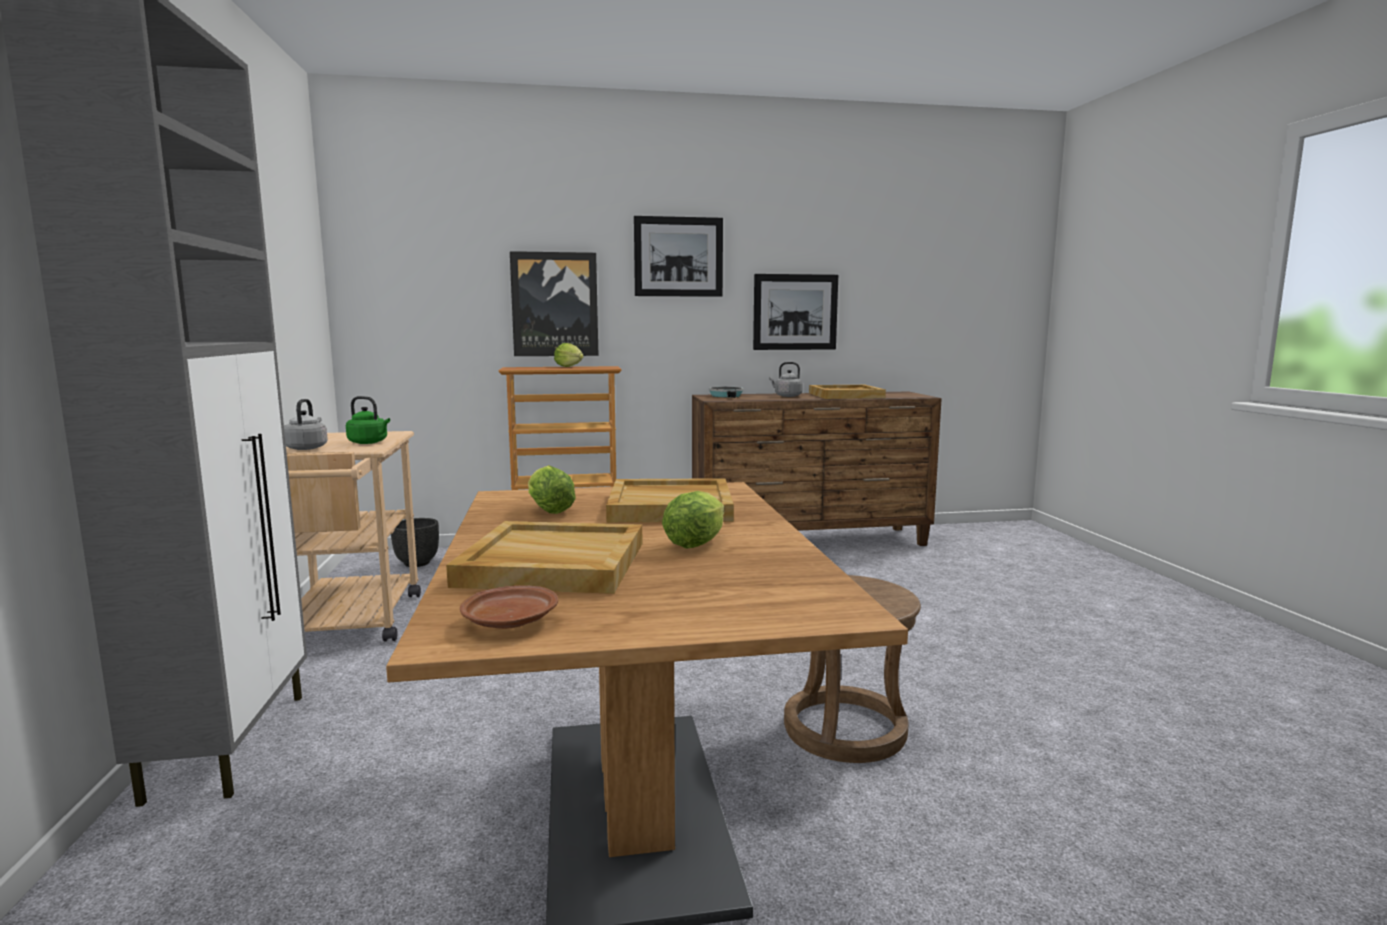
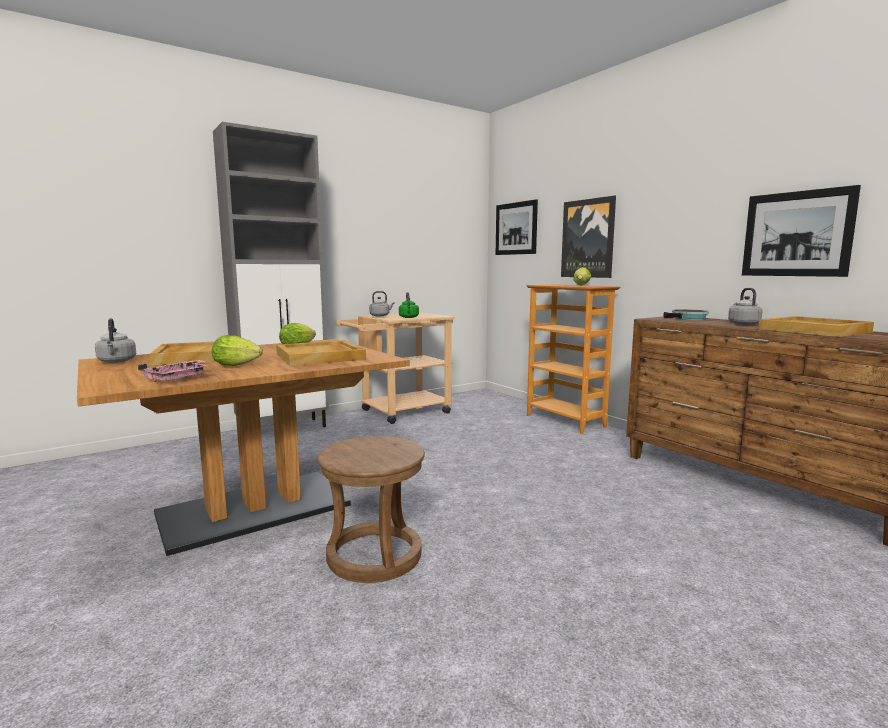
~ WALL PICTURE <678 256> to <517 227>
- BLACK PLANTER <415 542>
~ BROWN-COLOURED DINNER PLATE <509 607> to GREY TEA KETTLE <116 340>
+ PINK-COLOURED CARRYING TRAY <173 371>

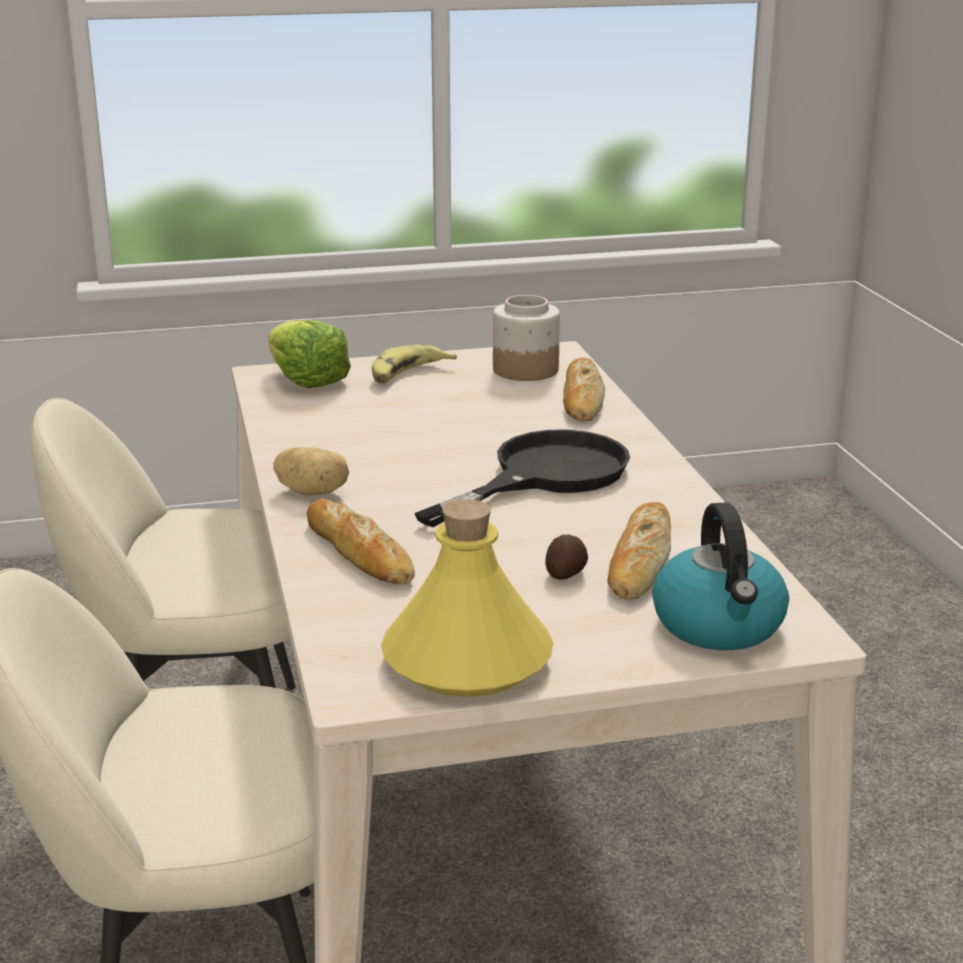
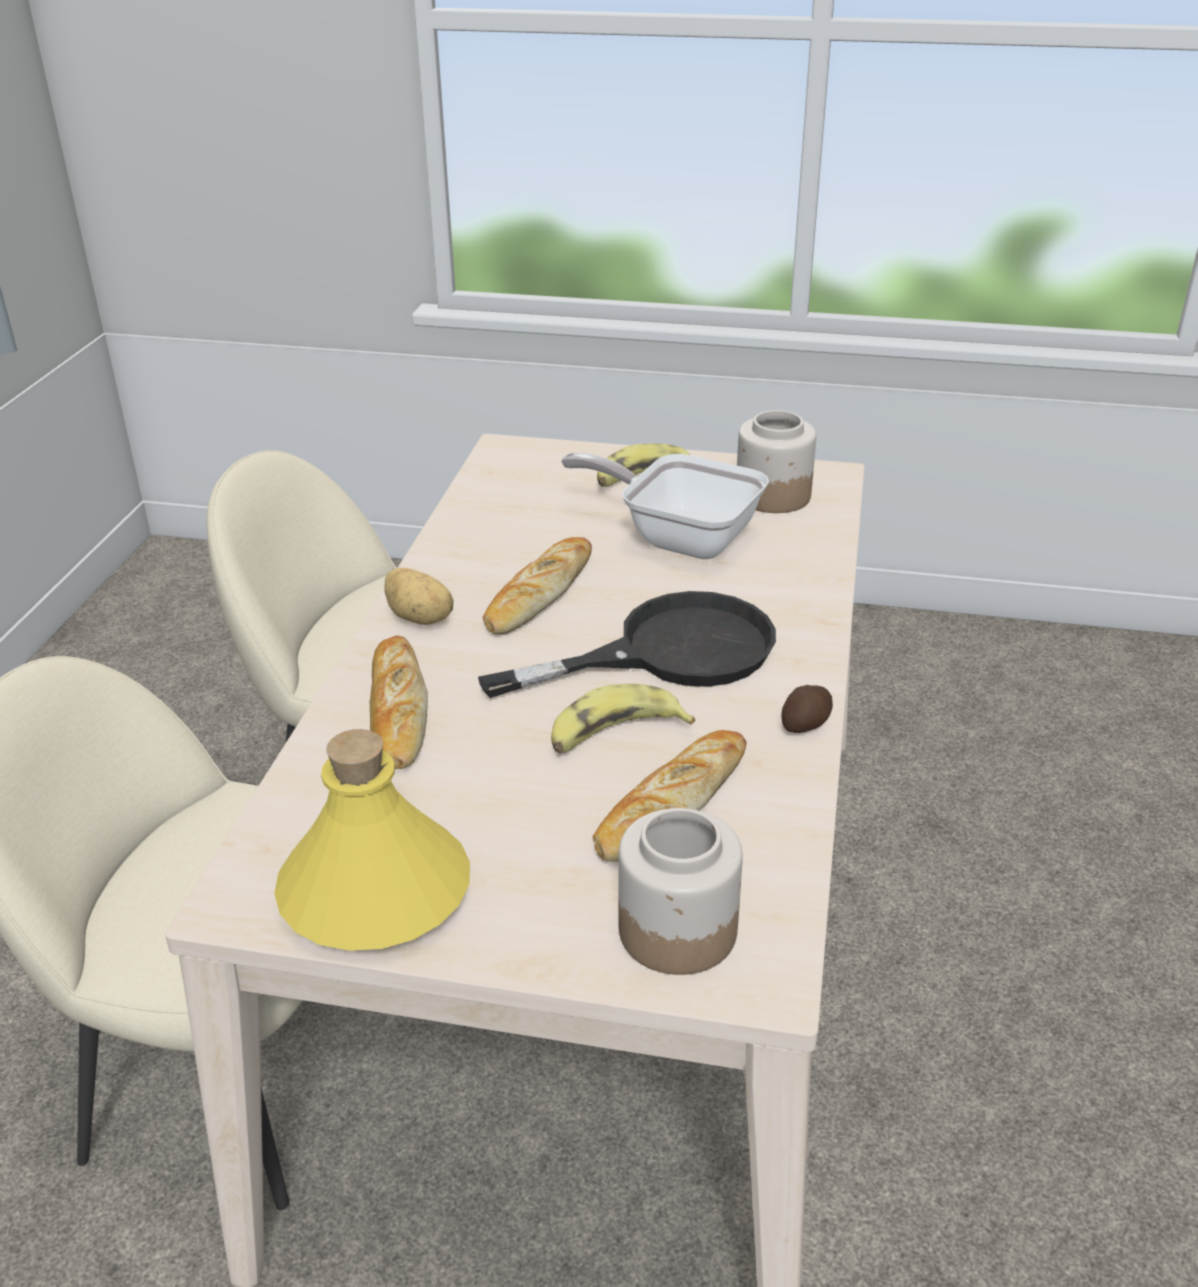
- HEAD OF LETTUCE <309 354>
~ BAKED BREAD <584 390> to <537 585>
~ TEA KETTLE <720 576> to STORAGE JAR <680 891>
~ POTATO <566 557> to <807 709>
+ SKILLET <665 506>
+ BANANA FRUIT <623 718>

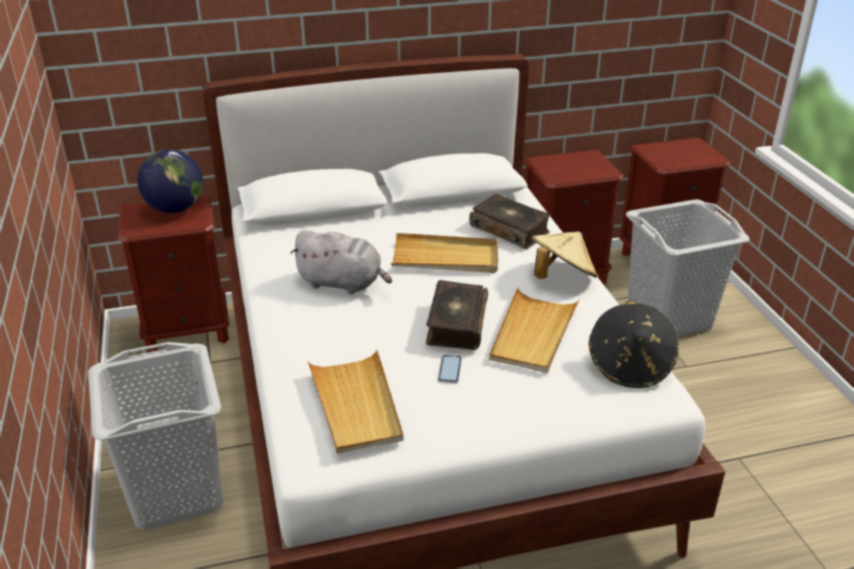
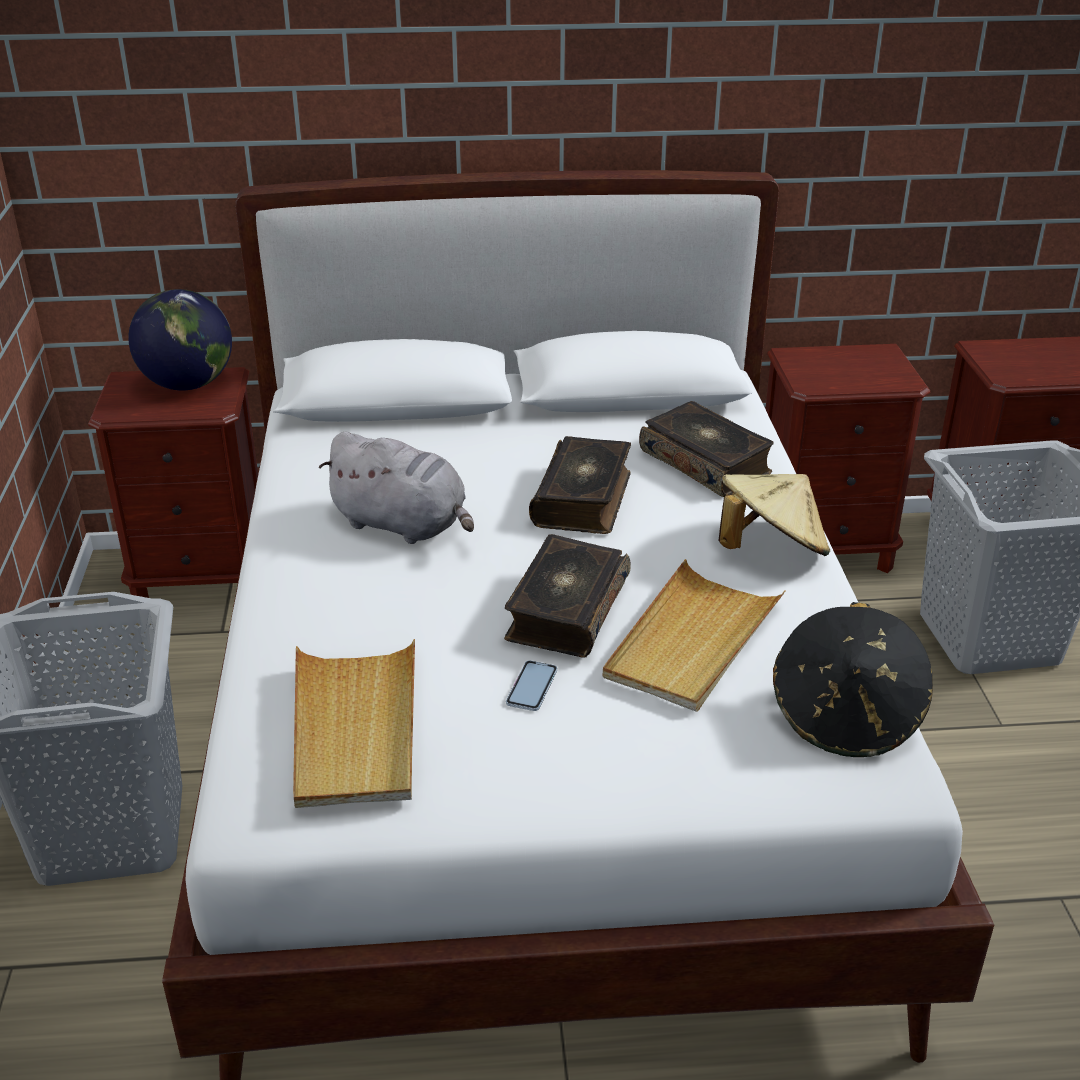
~ SAND-COLOURED CARRYING TRAY <444 253> to BOOK <580 485>

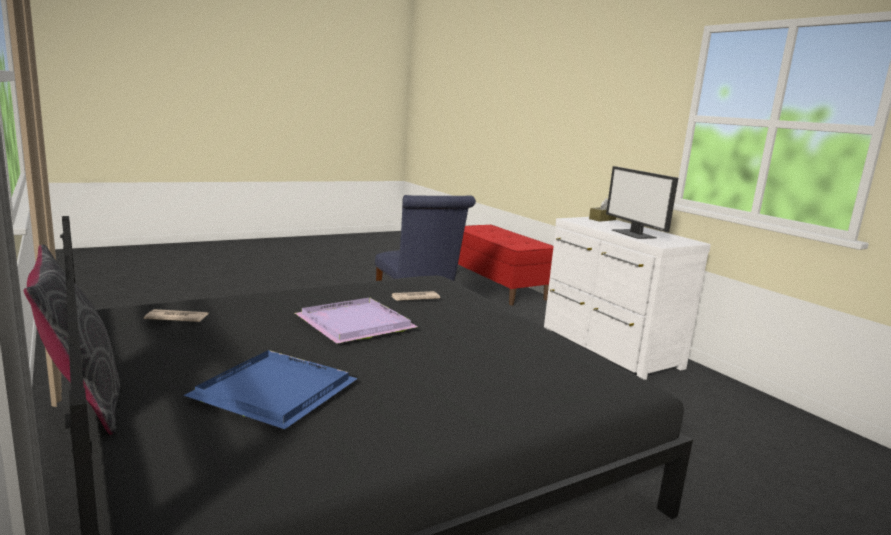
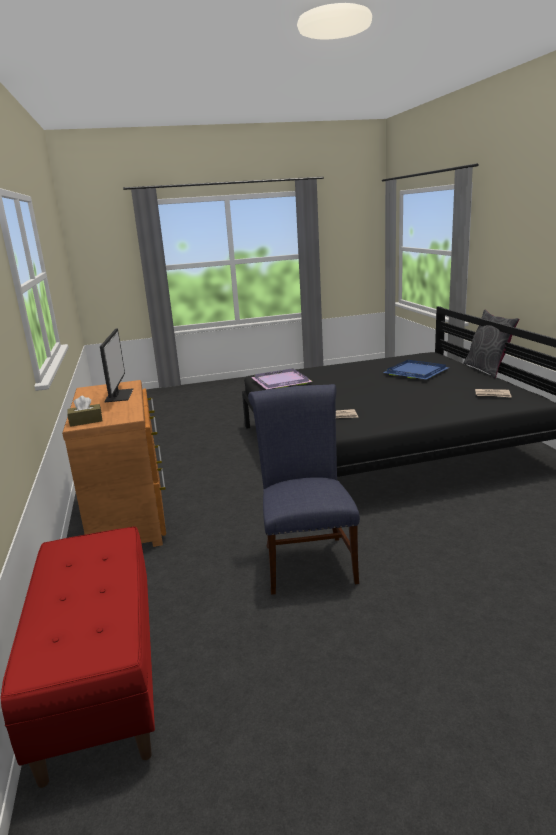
~ WHITE DRESSER <627 298> to BROWN-COLOURED DRESSER <114 463>
~ PURPLE-COLOURED CARRYING TRAY <356 320> to <282 378>

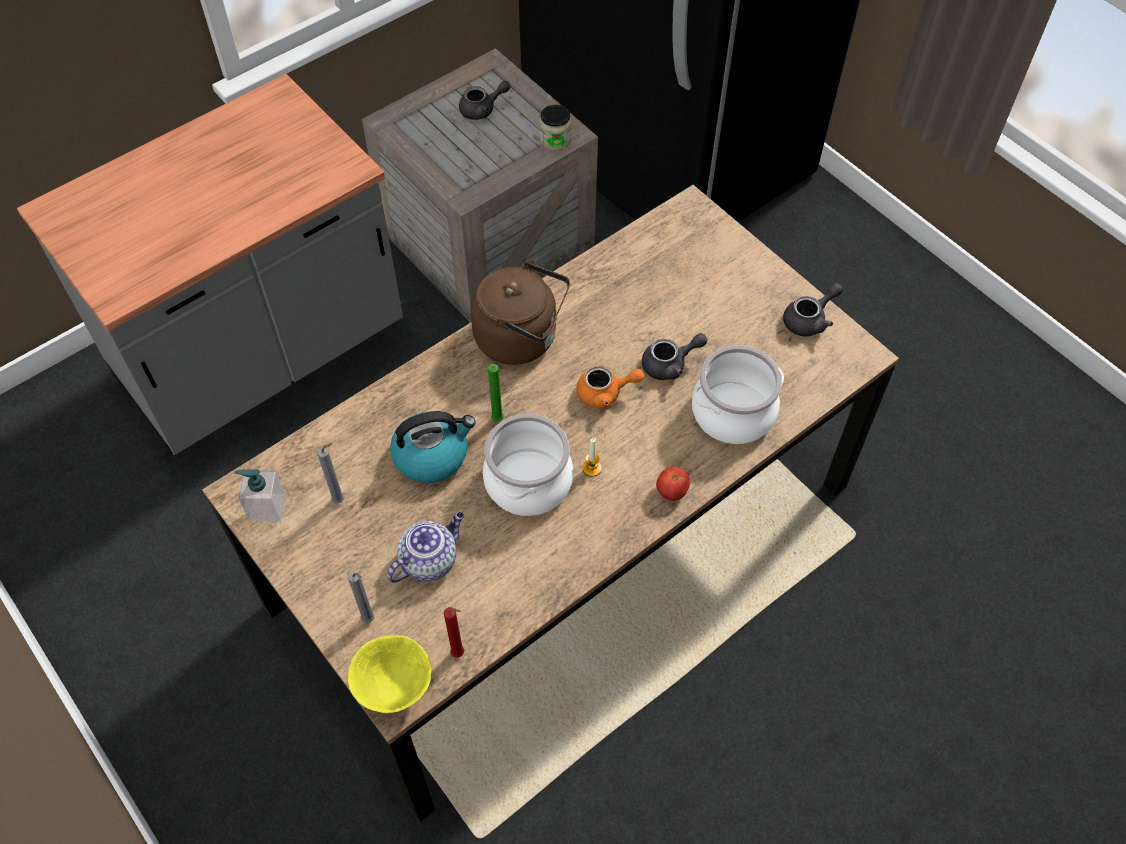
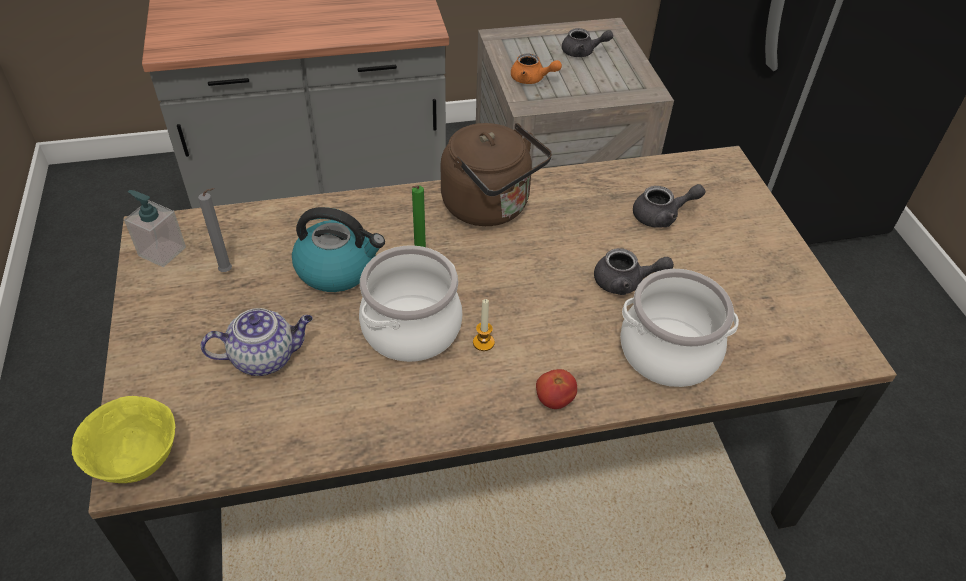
- STORAGE JAR <555 127>
~ GREY TEAPOT <813 309> to <669 206>
~ ORANGEY TEAPOT <610 387> to <536 69>
- GREY WAX CANDLE <361 597>
- REDDISH WAX CANDLE <454 632>

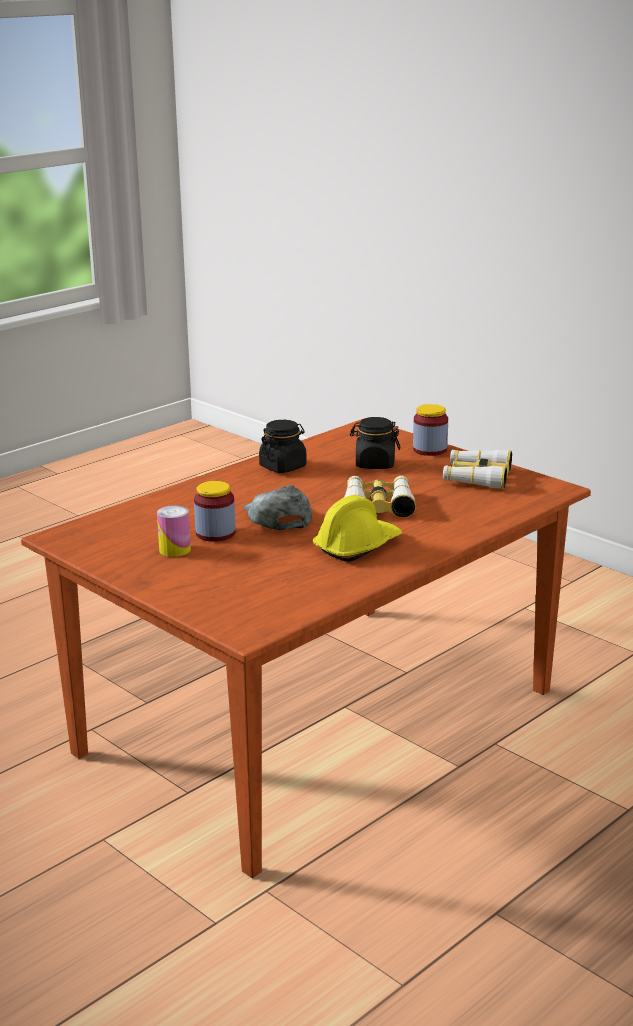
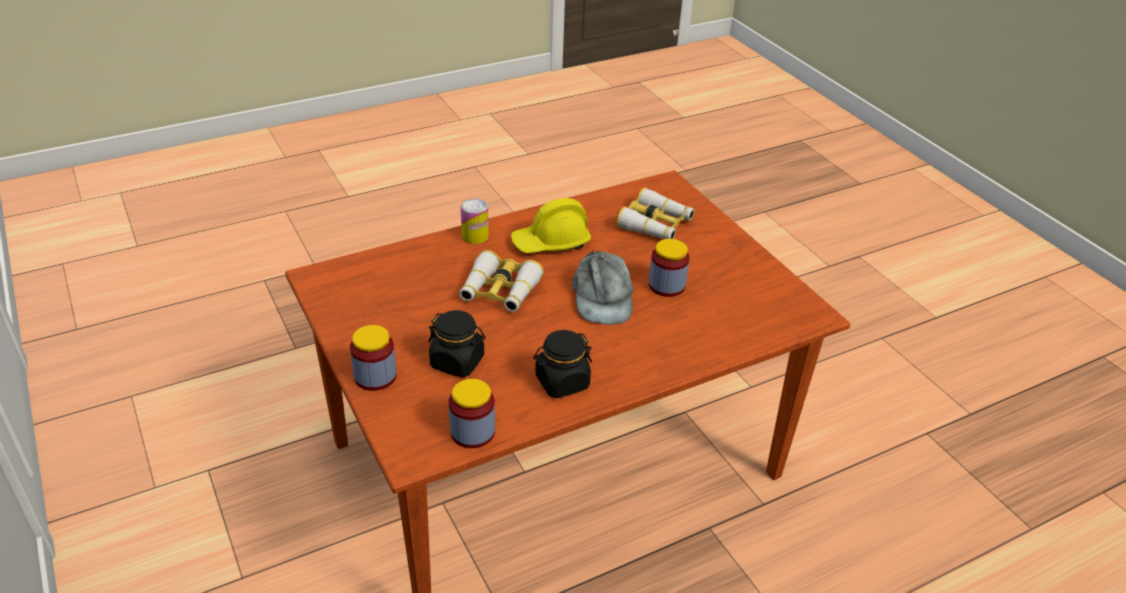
~ BINOCULARS <477 469> to <655 213>
~ CAN <174 531> to <475 221>
+ STORAGE JAR <472 413>

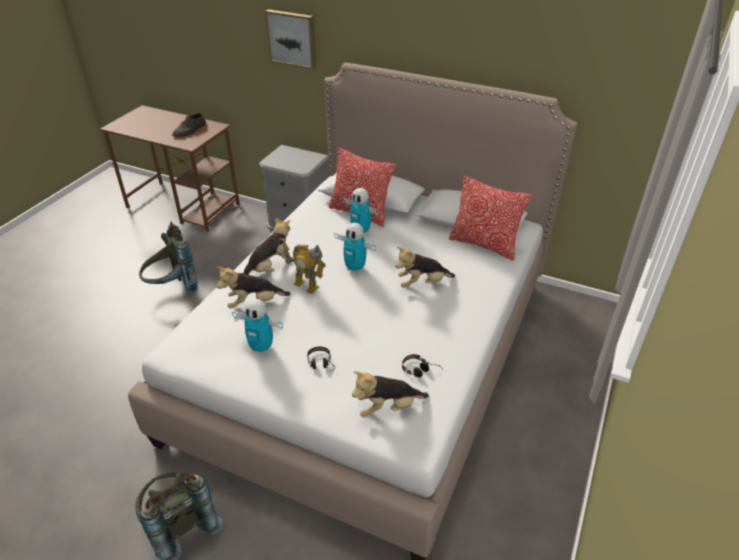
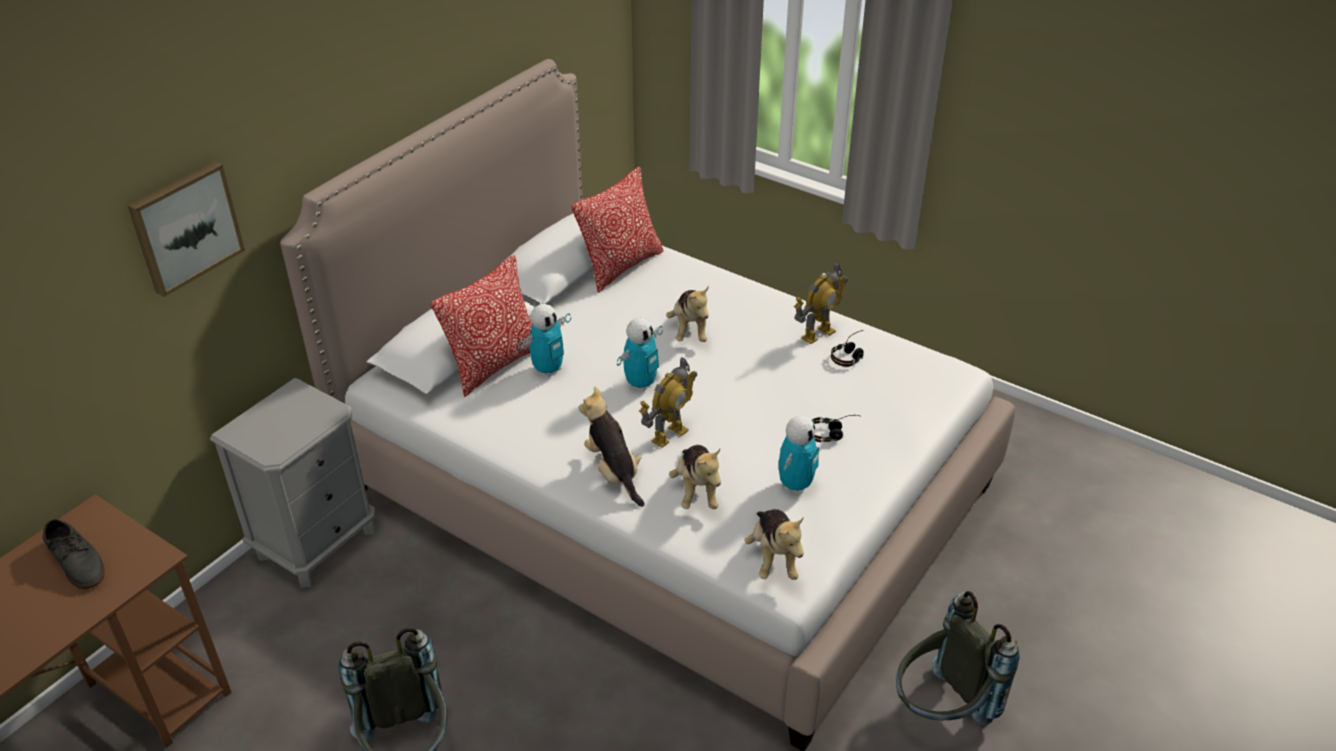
~ CUDDLY TOY <390 394> to <774 544>
+ TOY ROBOT <821 303>

